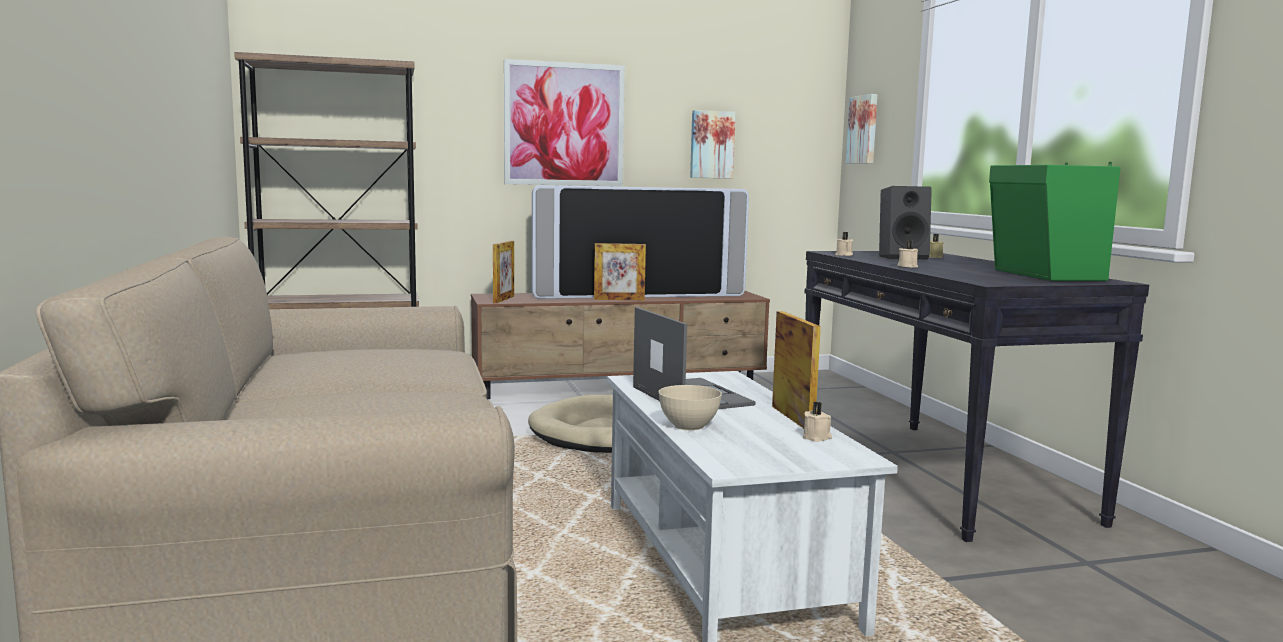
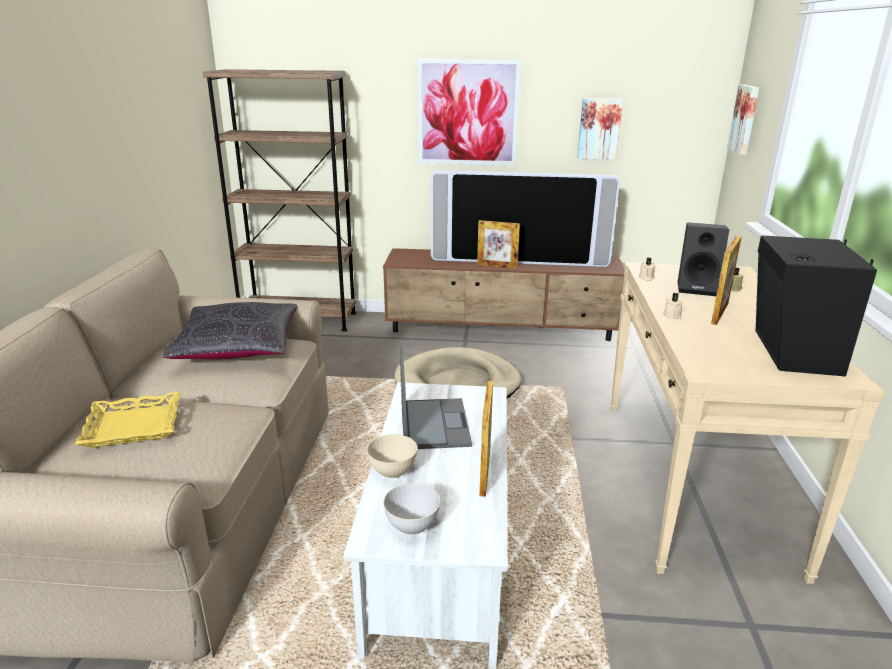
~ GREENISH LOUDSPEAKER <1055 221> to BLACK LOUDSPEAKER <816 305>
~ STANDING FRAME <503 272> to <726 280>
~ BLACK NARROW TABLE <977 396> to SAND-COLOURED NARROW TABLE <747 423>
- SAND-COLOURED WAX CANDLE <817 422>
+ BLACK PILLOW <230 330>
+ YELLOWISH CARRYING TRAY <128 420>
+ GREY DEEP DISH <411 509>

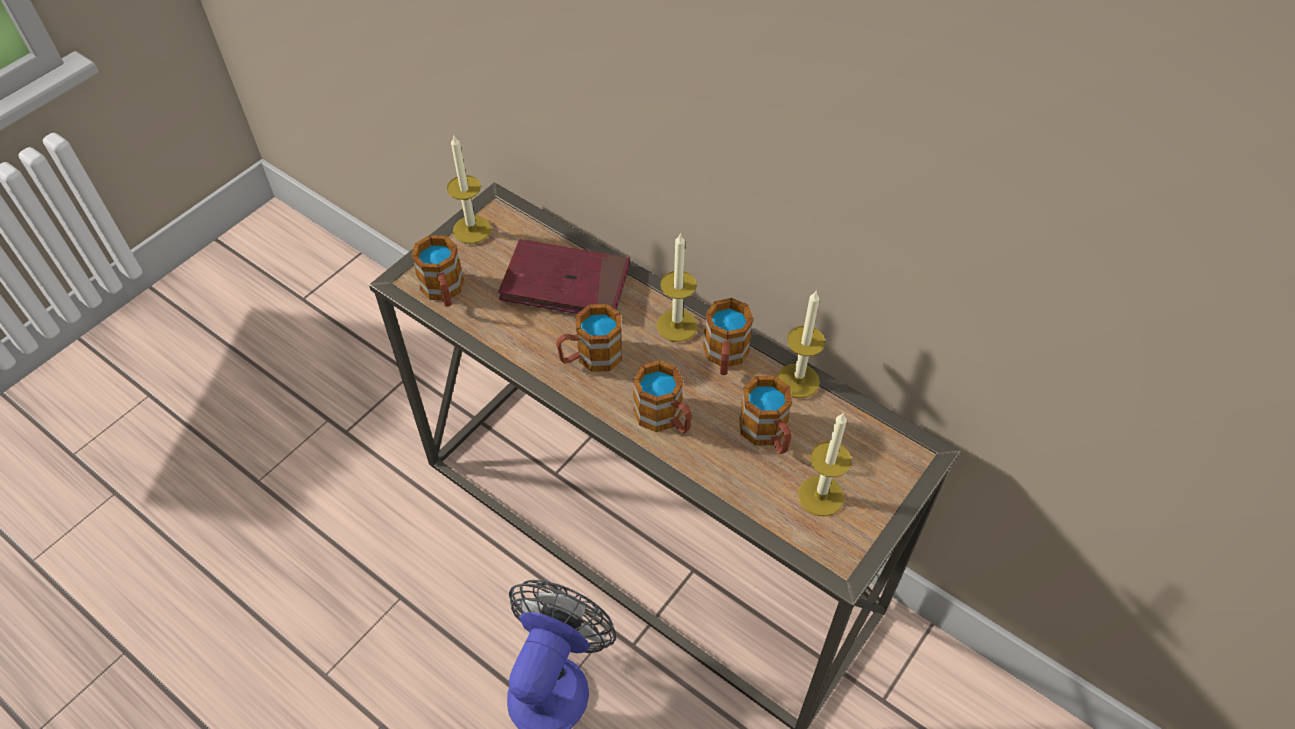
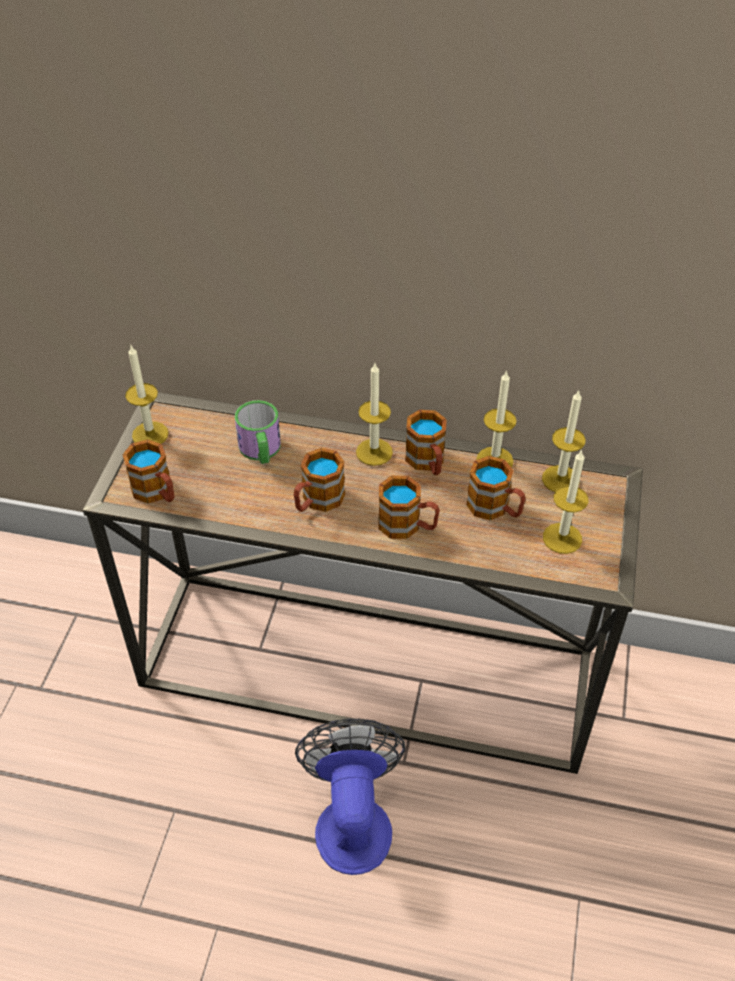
~ REDDISH BOOK <564 276> to TEA MUG <258 432>
+ WAX CANDLE <564 441>

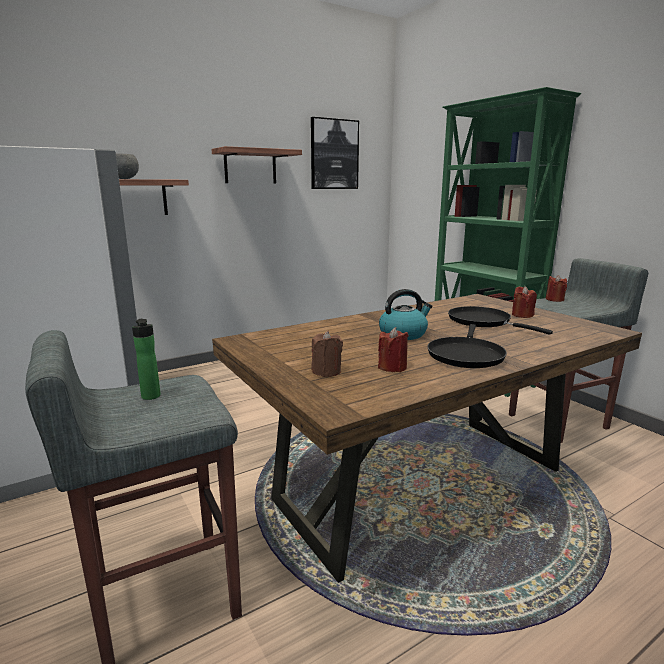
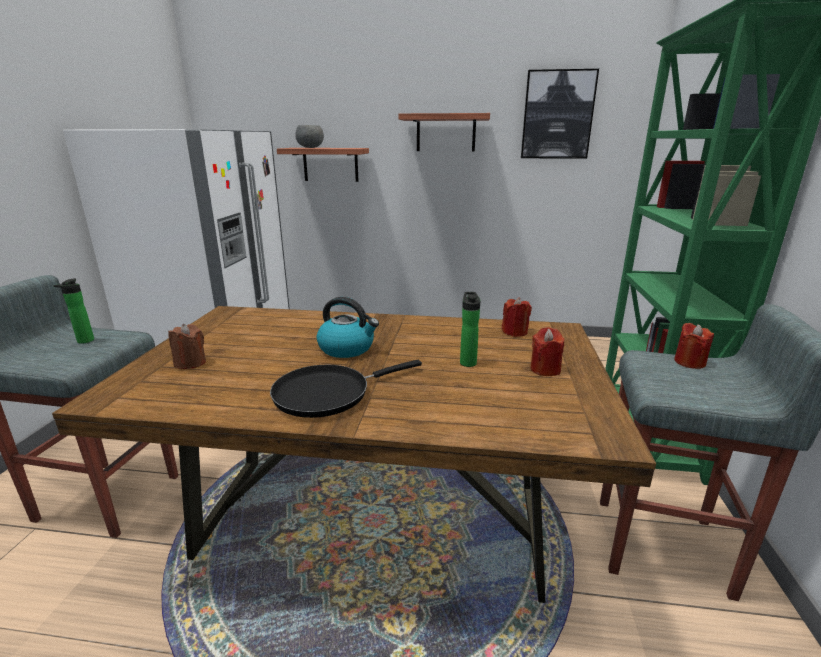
~ BLACK SKILLET <500 320> to BEVERAGE BOTTLE <470 329>
~ REDDISH WAX CANDLE <393 349> to <516 317>

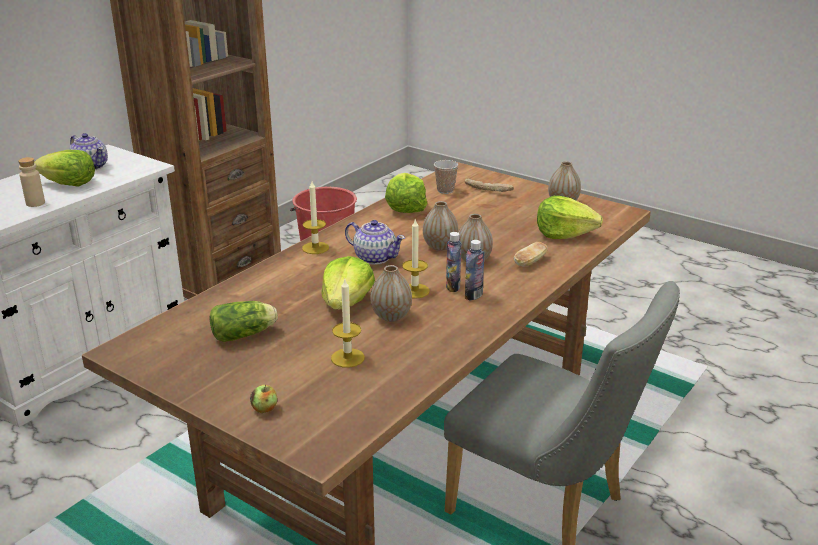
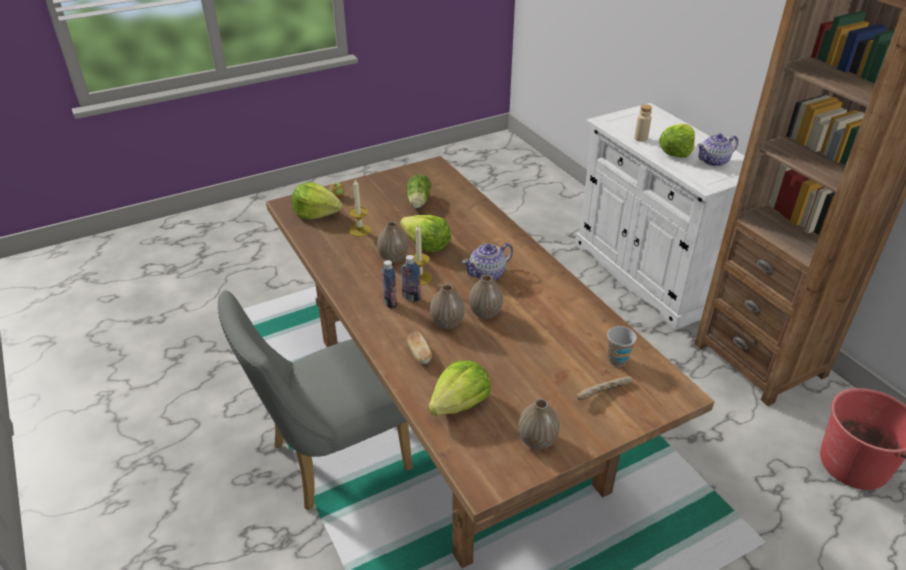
~ HEAD OF LETTUCE <406 193> to <317 200>
- WAX CANDLE <315 218>

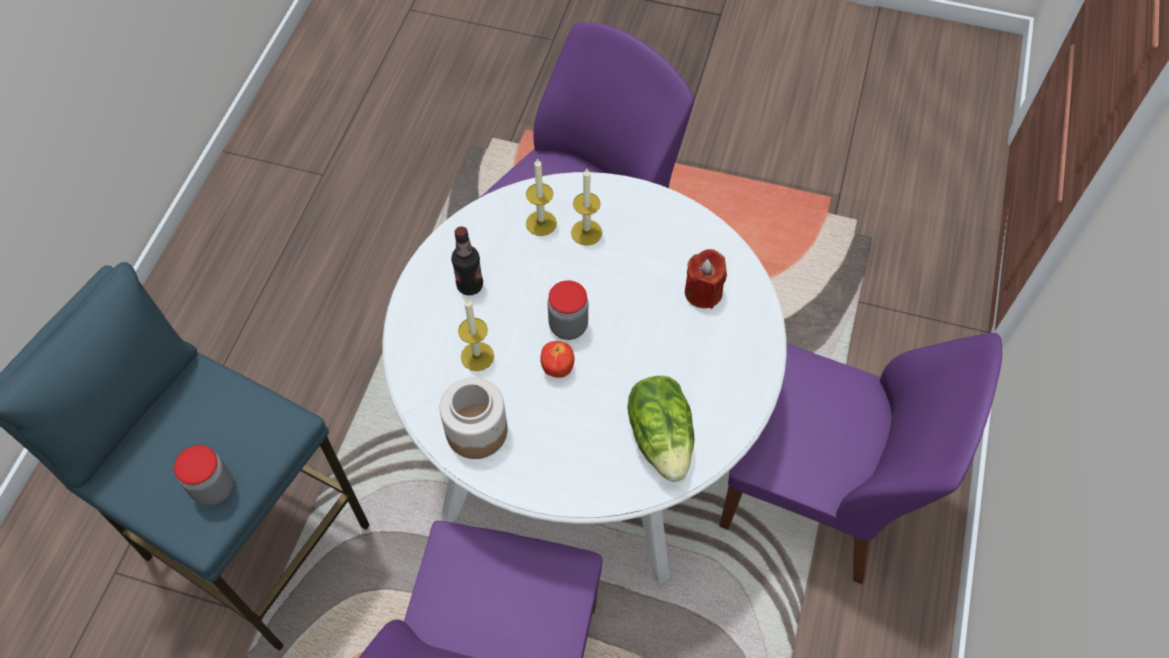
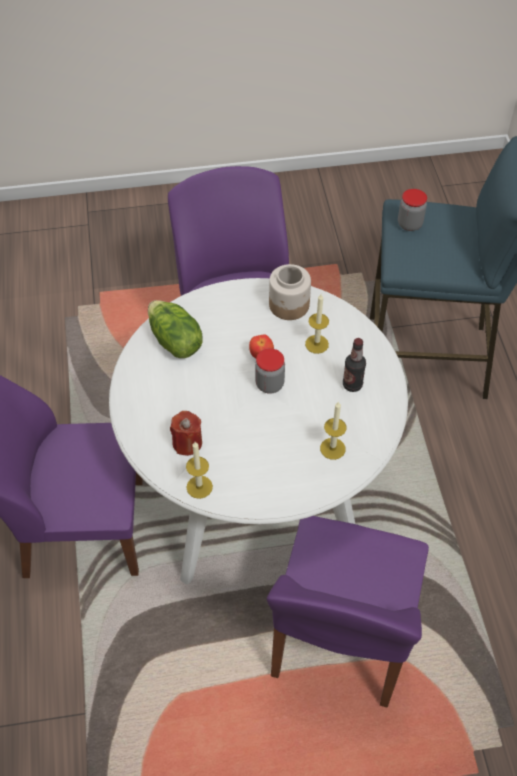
~ WAX CANDLE <586 207> to <199 470>

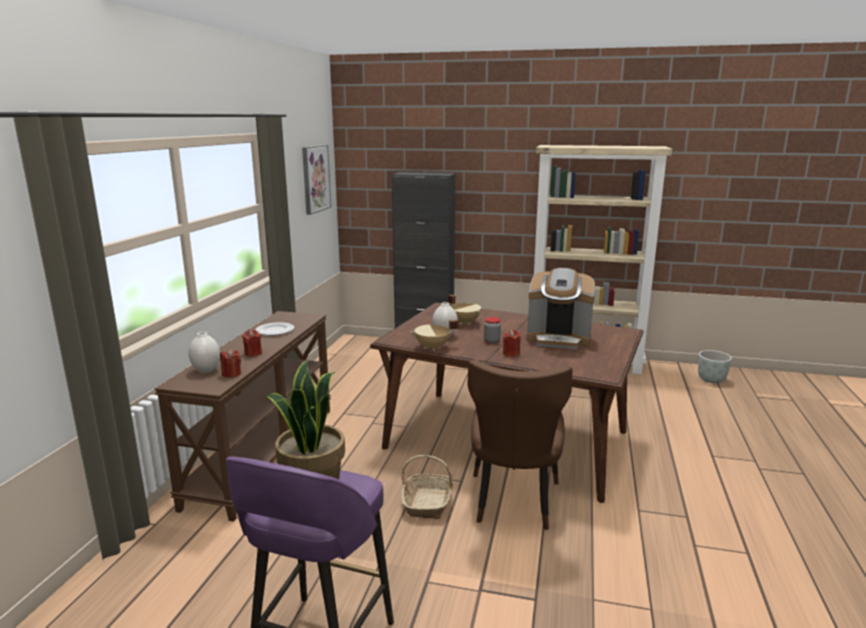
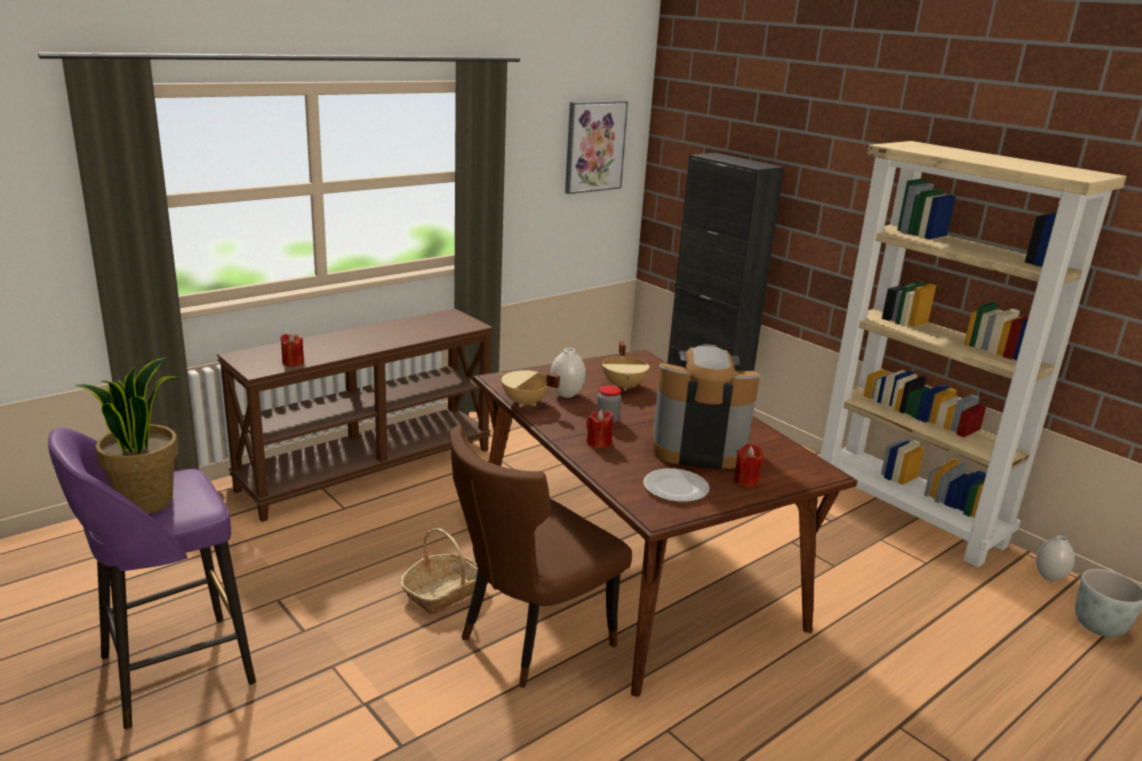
~ COFFEE MACHINE <561 309> = <706 406> 135 degrees clockwise
~ DINNER PLATE <275 329> to <676 485>
~ REDDISH WAX CANDLE <252 343> to <749 465>
~ WHITE VASE <204 352> to <1055 558>

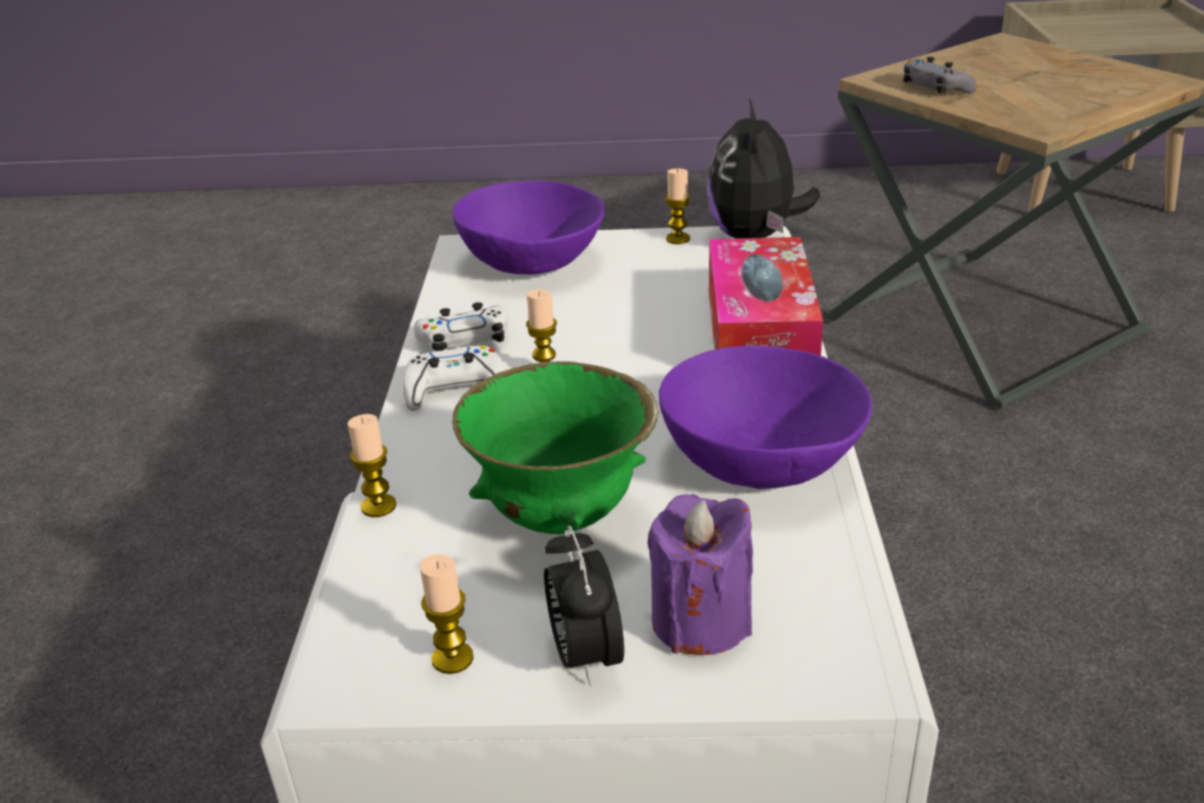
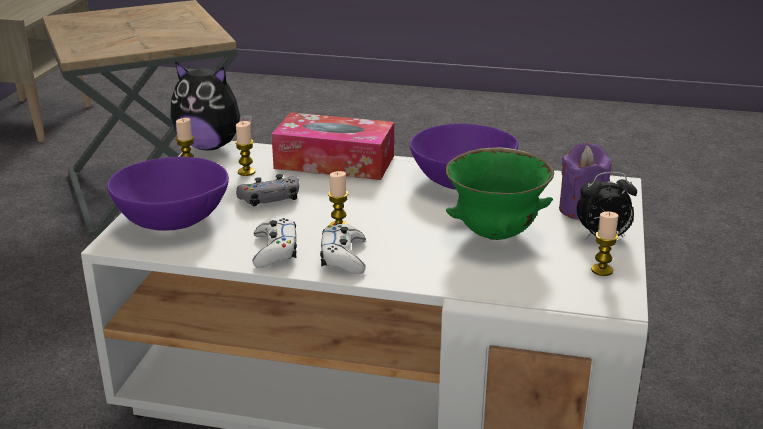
~ GREY JOYPAD <940 75> to <268 190>
~ WAX CANDLE <372 465> to <245 148>

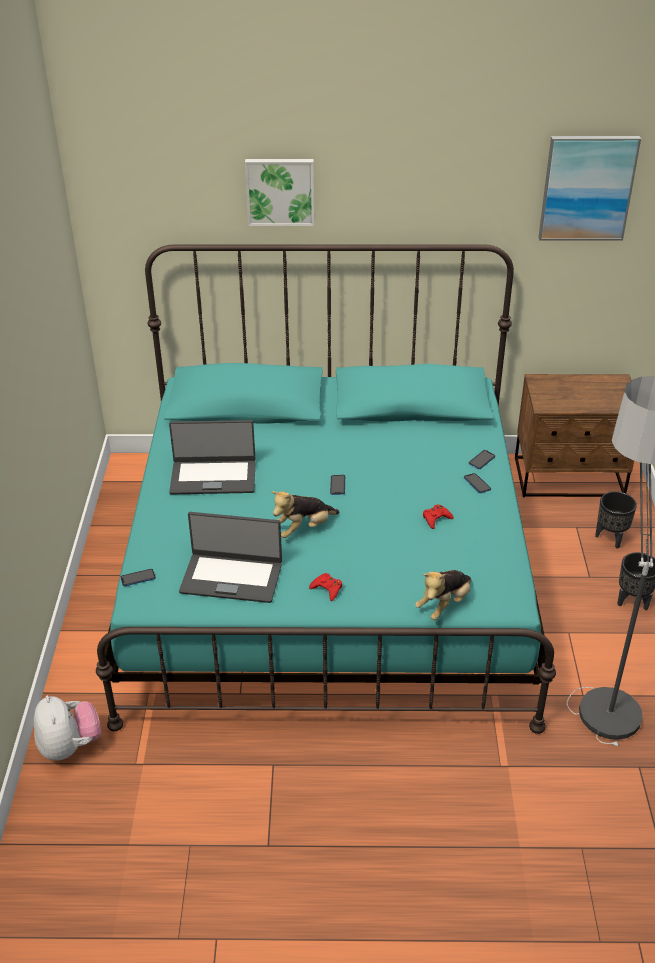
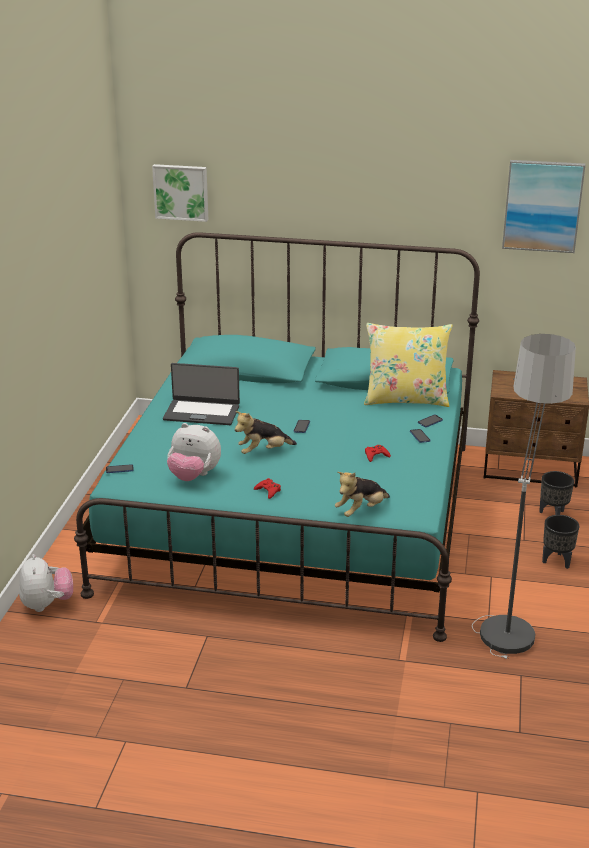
~ WALL PICTURE <279 192> to <180 193>
~ NOTEBOOK COMPUTER <230 557> to CUDDLY TOY <194 452>
+ YELLOWISH PILLOW <408 365>

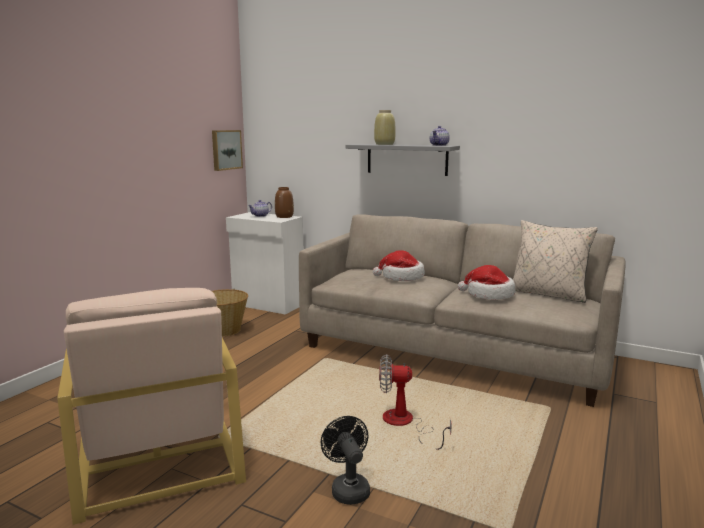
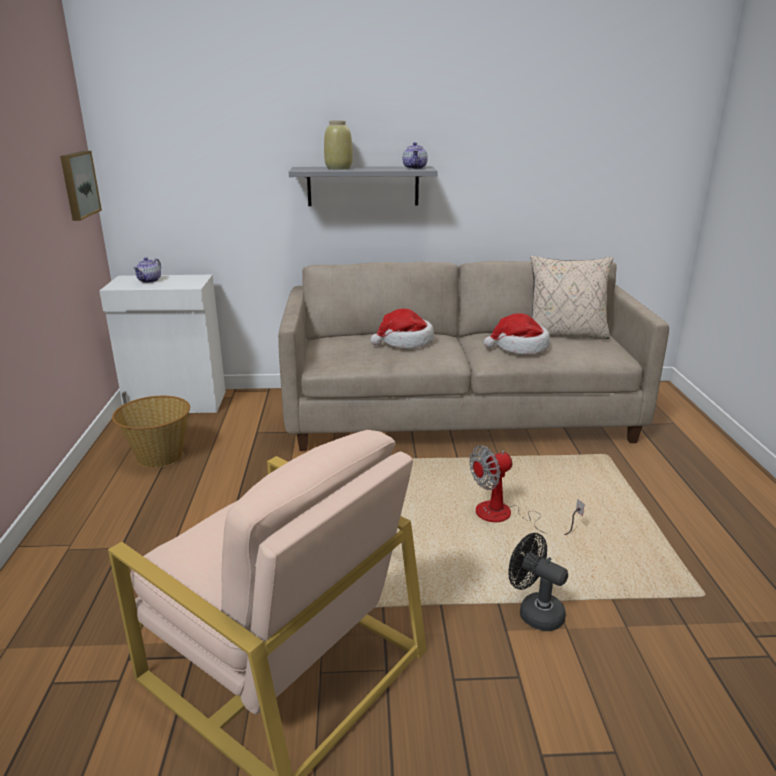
- BROWN-COLOURED VASE <284 202>

